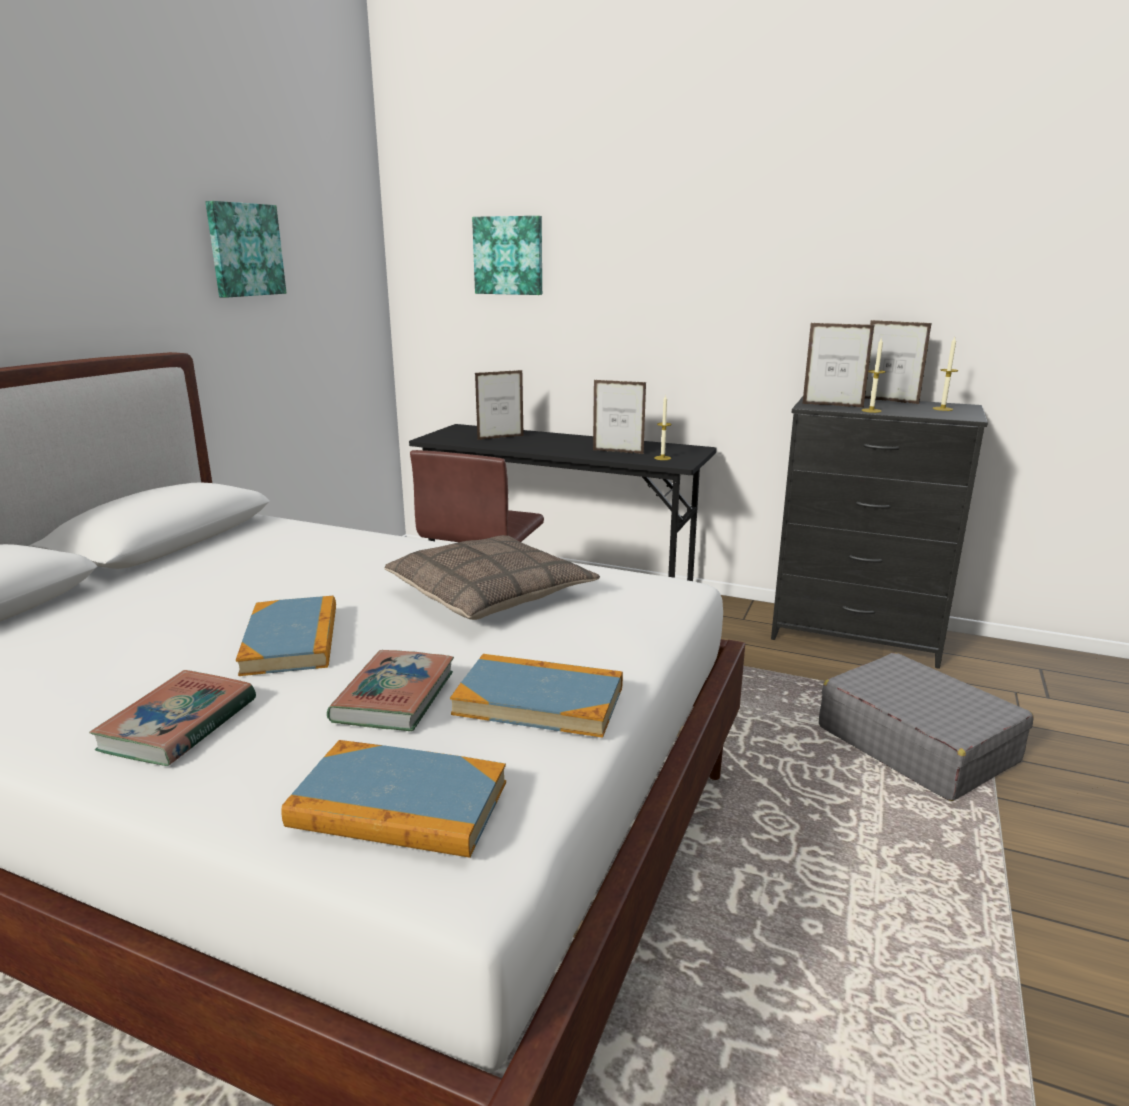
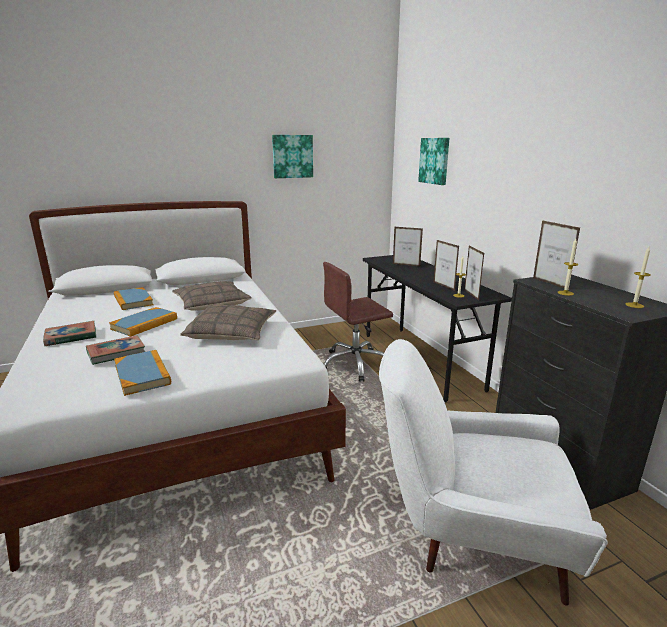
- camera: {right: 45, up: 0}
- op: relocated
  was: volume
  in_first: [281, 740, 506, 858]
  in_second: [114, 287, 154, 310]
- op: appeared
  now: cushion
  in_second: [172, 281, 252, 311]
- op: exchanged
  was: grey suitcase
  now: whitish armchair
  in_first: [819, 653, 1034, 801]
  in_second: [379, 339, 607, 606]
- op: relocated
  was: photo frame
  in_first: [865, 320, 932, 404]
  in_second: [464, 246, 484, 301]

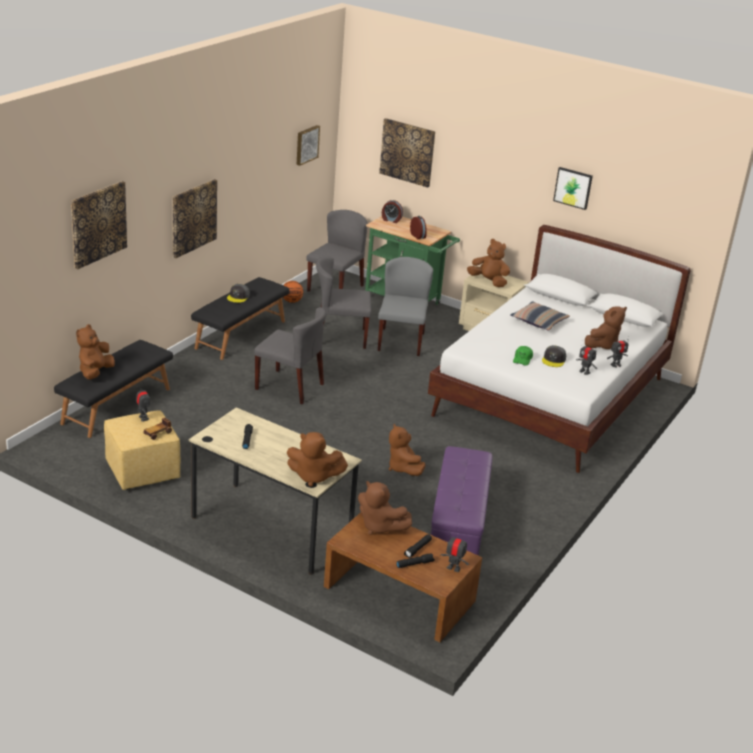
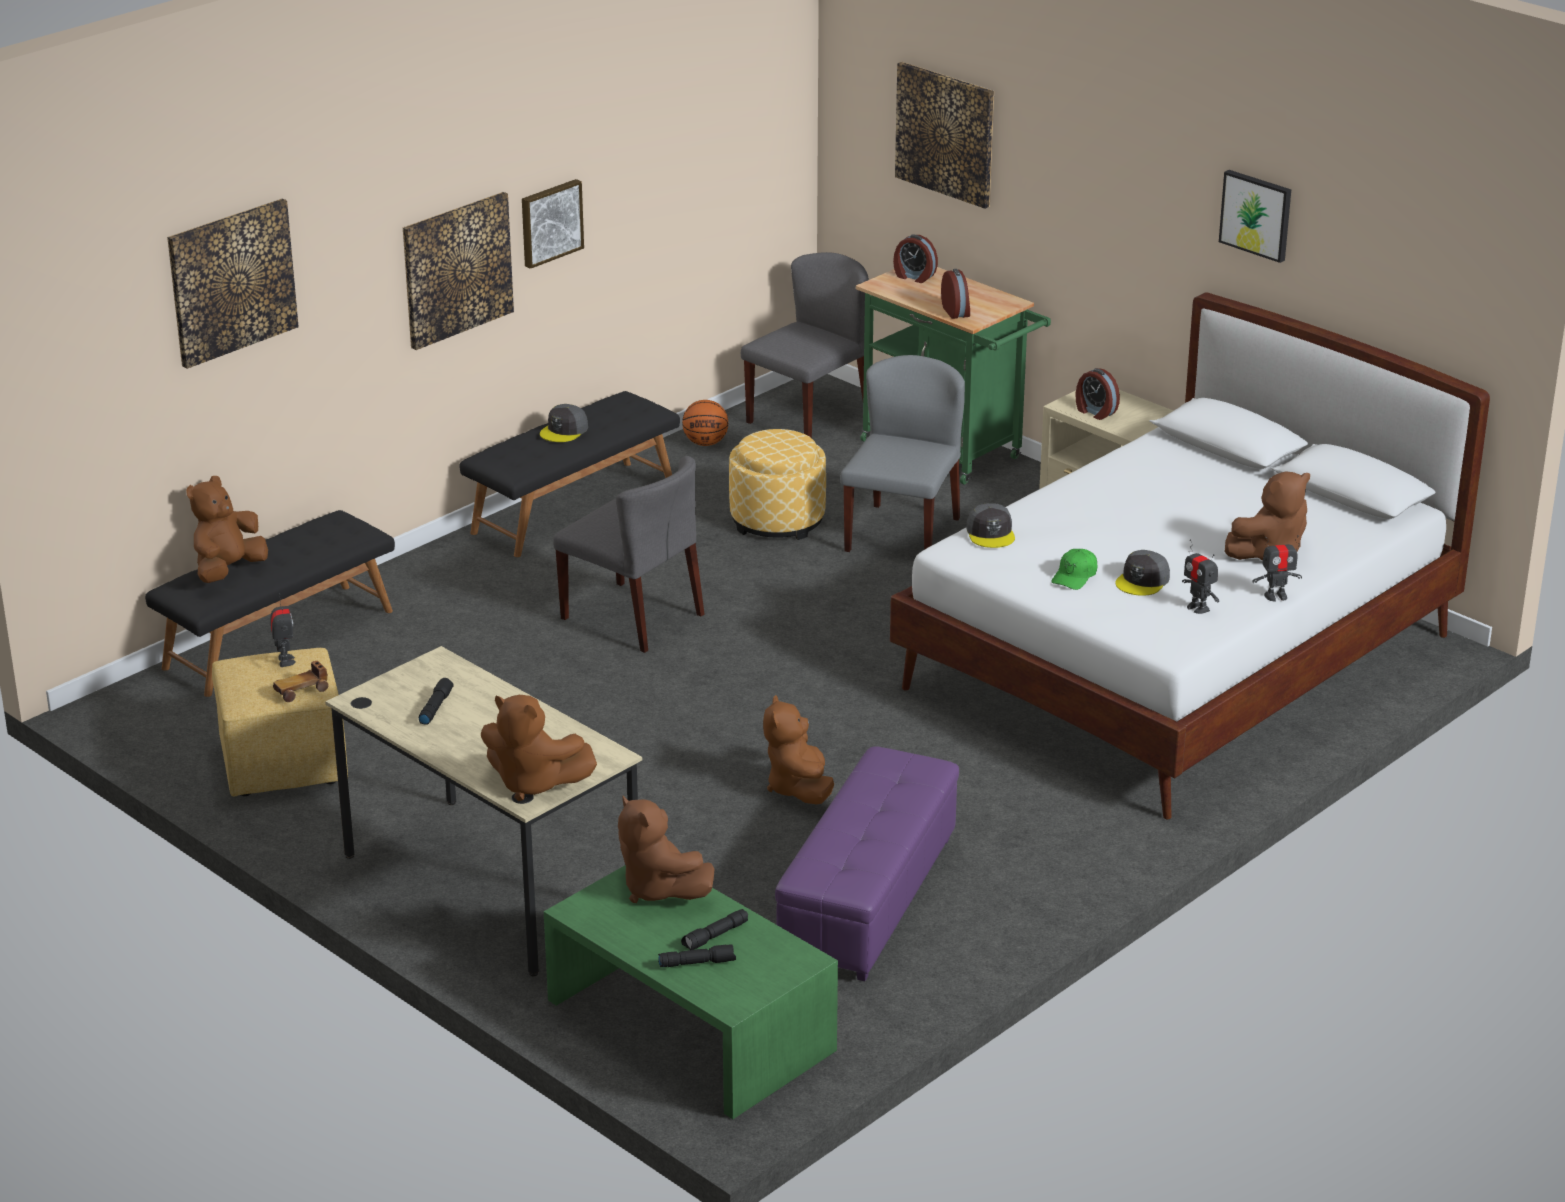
- camera: {right: 15, up: 0}
- op: relocated
  was: wall picture
  in_first: [297, 125, 320, 166]
  in_second: [522, 179, 584, 269]
- op: colour
  was: brown low table
  now: green low table
  in_first: [324, 512, 482, 642]
  in_second: [544, 865, 838, 1119]
- op: exchanged
  was: grey upright chair
  now: footrest
  in_first: [316, 256, 371, 349]
  in_second: [729, 429, 826, 540]
- op: appeared
  now: grey peaked cap
  in_second: [967, 503, 1015, 548]
- op: exchanged
  was: brown plush toy
  now: table clock
  in_first: [467, 239, 510, 287]
  in_second: [1076, 368, 1120, 420]
- op: missing
  was: model robot
  in_first: [440, 532, 469, 572]
- op: missing
  was: cushion
  in_first: [510, 301, 570, 331]

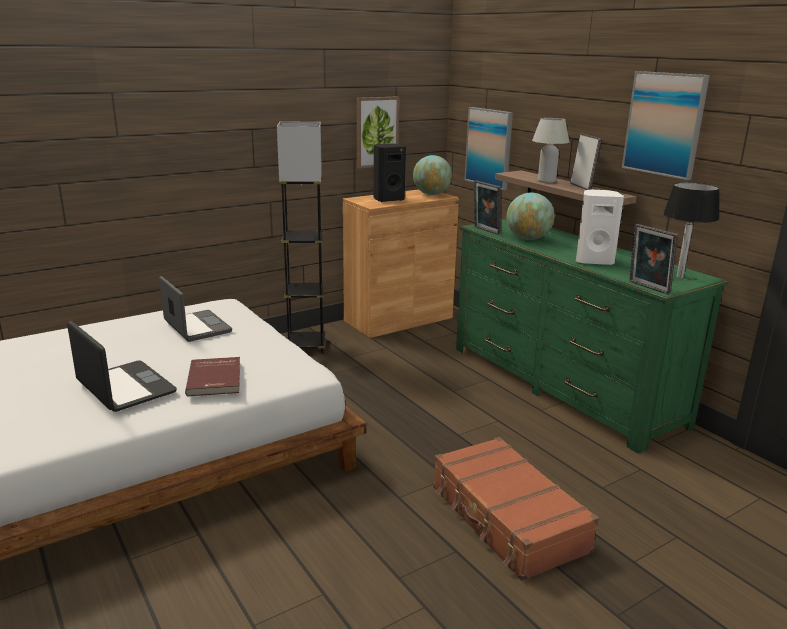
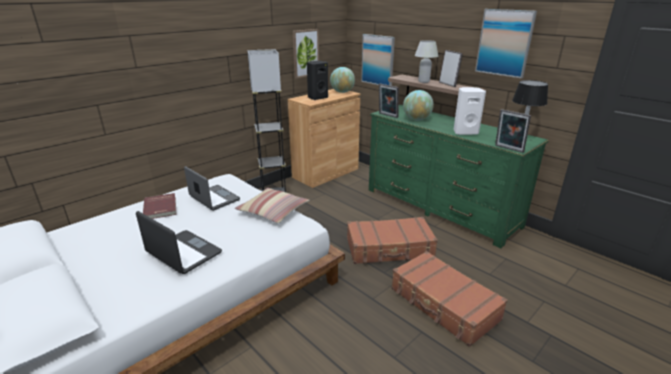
- camera: {right: -10, up: 5}
- op: relocated
  was: reddish volume
  in_first: [185, 357, 240, 396]
  in_second: [143, 193, 177, 219]
- op: appeared
  now: cushion
  in_second: [235, 188, 309, 223]
- op: appeared
  now: brown suitcase
  in_second: [347, 217, 438, 264]

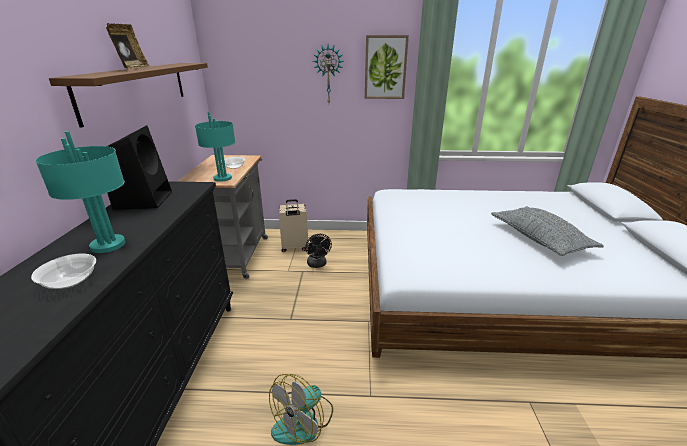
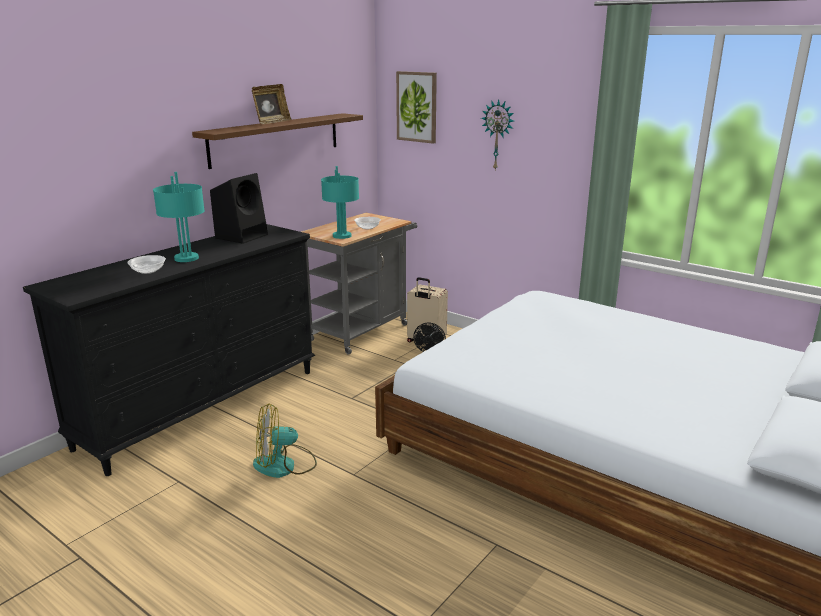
- camera: {right: 35, up: -5}
- op: relocated
  was: wall picture
  in_first: [365, 35, 409, 99]
  in_second: [396, 71, 437, 144]
- op: missing
  was: grey cushion
  in_first: [491, 206, 604, 256]

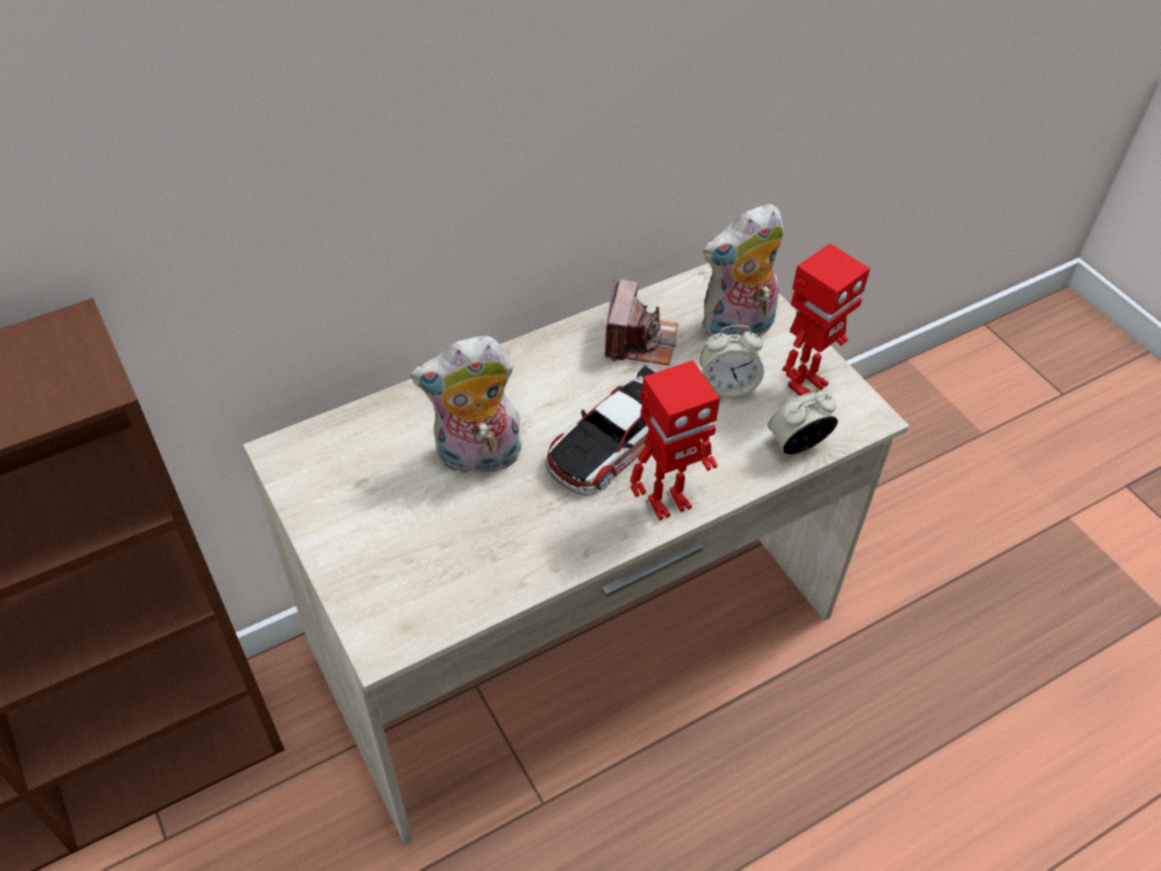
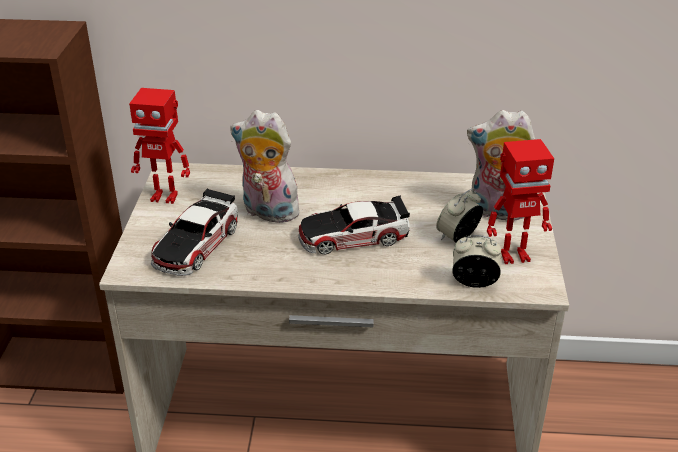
- camera: {right: 35, up: -15}
- op: relocated
  was: model robot
  in_first: [630, 360, 720, 521]
  in_second: [129, 88, 190, 204]
- op: appeared
  now: toy car
  in_second: [151, 188, 238, 276]
- op: spun
  was: table clock
  in_first: [700, 325, 764, 399]
  in_second: [436, 188, 483, 243]
  clockwise: 105
- op: missing
  was: photo camera
  in_first: [605, 279, 678, 366]

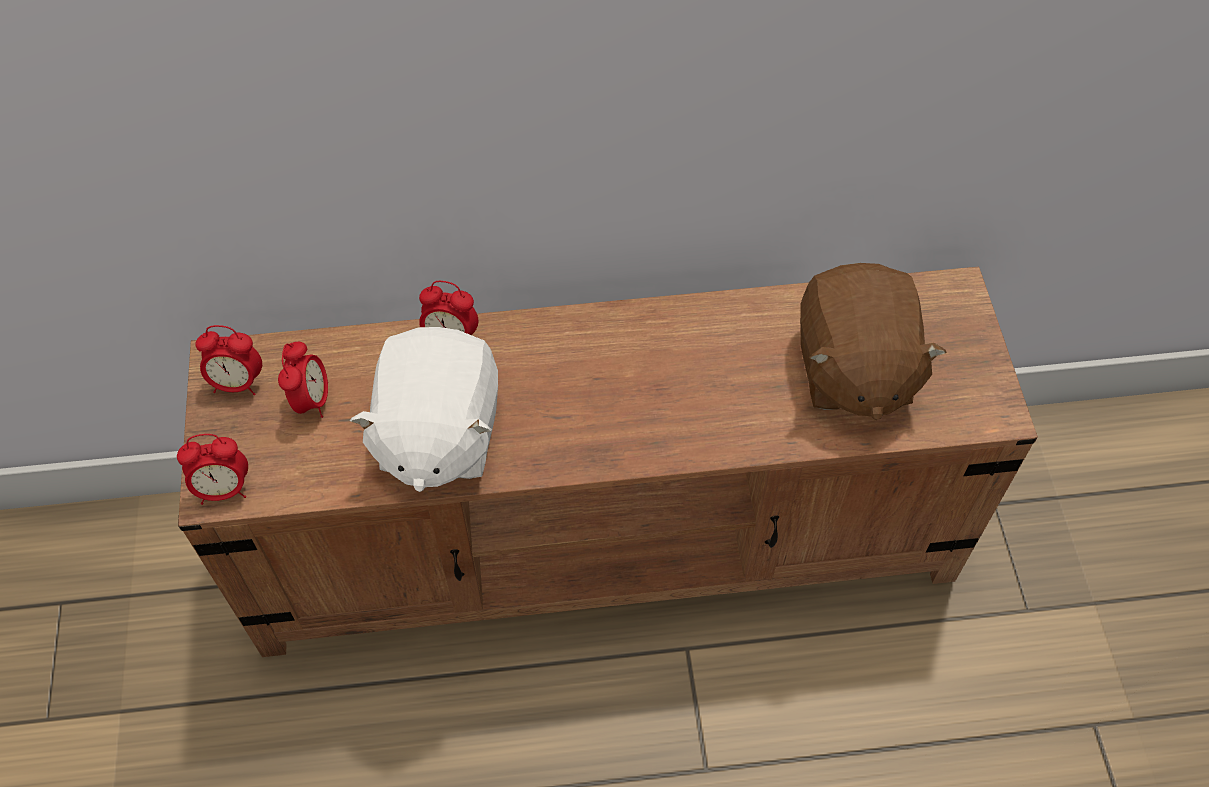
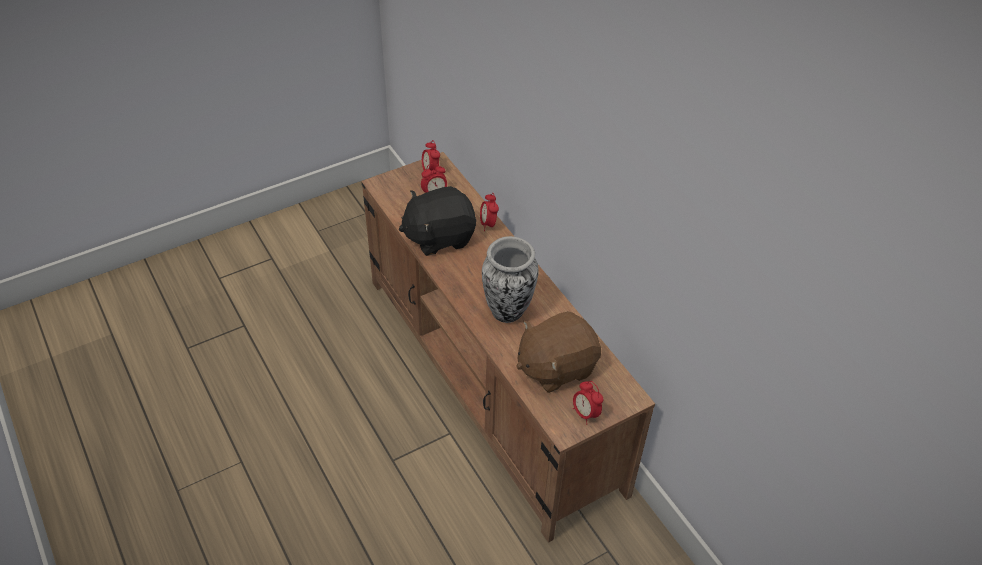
- camera: {right: 65, up: -10}
- op: colour
  was: whitish plush toy
  now: black plush toy
  in_first: [350, 327, 498, 492]
  in_second: [399, 186, 476, 256]
- op: appeared
  now: flower vase
  in_second: [482, 236, 539, 323]
- op: relocated
  was: table clock
  in_first: [177, 434, 248, 505]
  in_second: [573, 381, 604, 425]

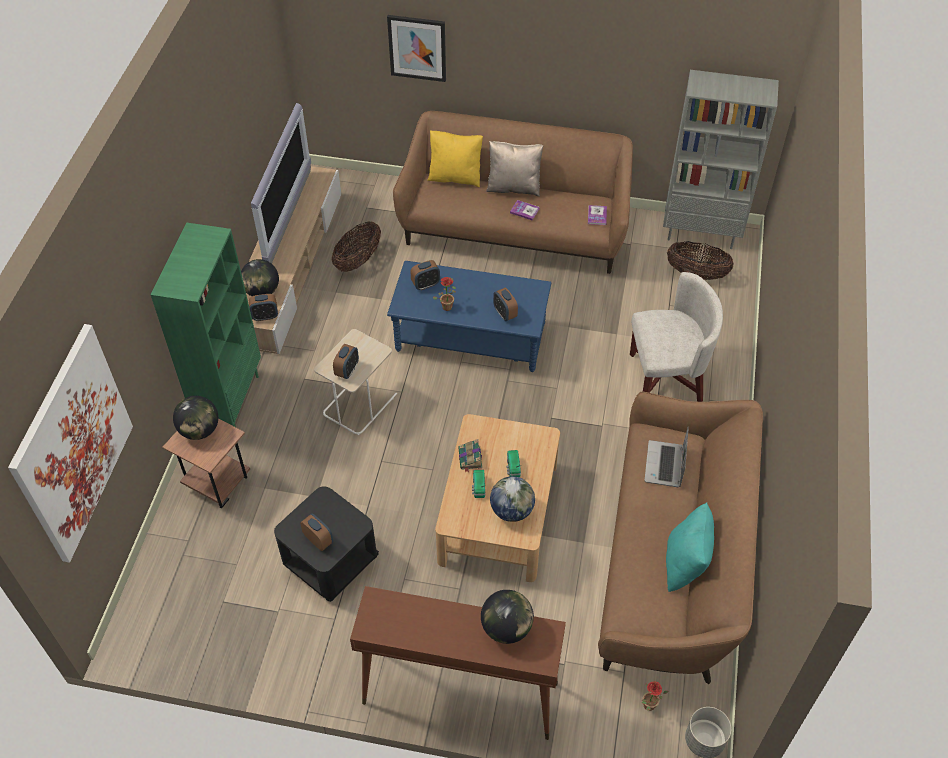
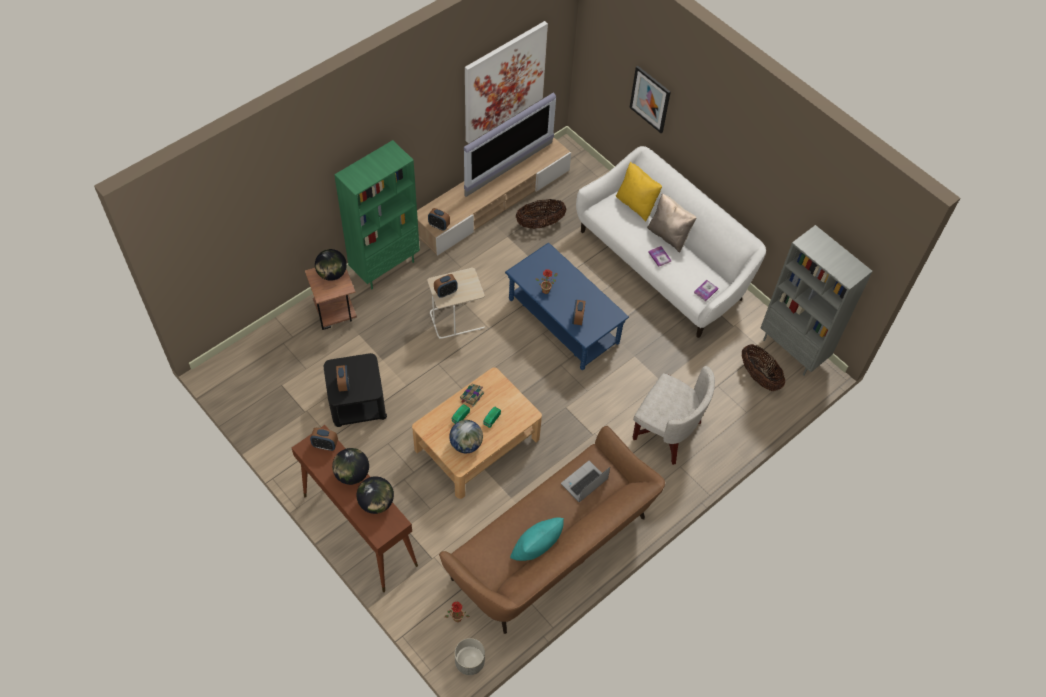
- camera: {right: 35, up: 5}
- op: relocated
  was: table clock
  in_first: [410, 260, 440, 290]
  in_second: [310, 428, 338, 451]
- op: relocated
  was: desk globe
  in_first: [241, 259, 279, 296]
  in_second: [332, 448, 369, 485]
- op: relocated
  was: wall picture
  in_first: [8, 324, 133, 563]
  in_second: [465, 21, 548, 144]
- op: colour
  was: brown couch
  now: whitish couch
  in_first: [393, 111, 633, 274]
  in_second: [576, 146, 766, 338]

